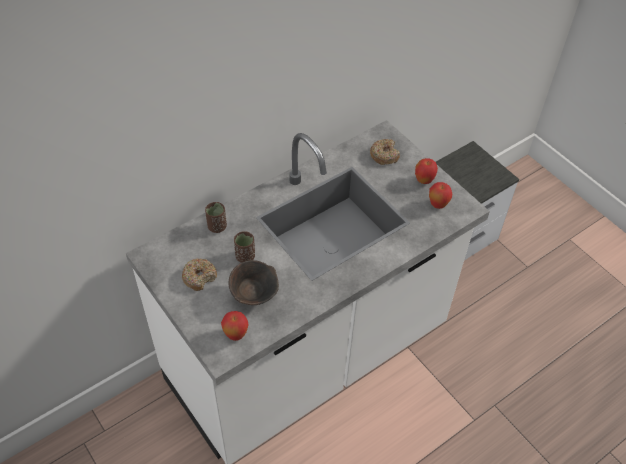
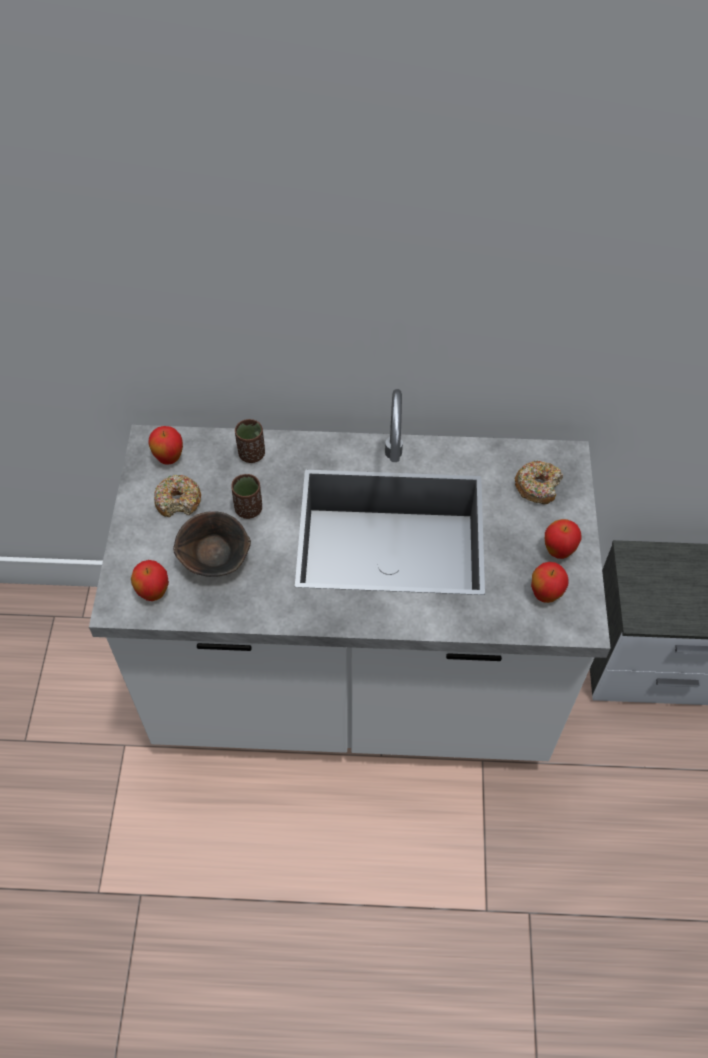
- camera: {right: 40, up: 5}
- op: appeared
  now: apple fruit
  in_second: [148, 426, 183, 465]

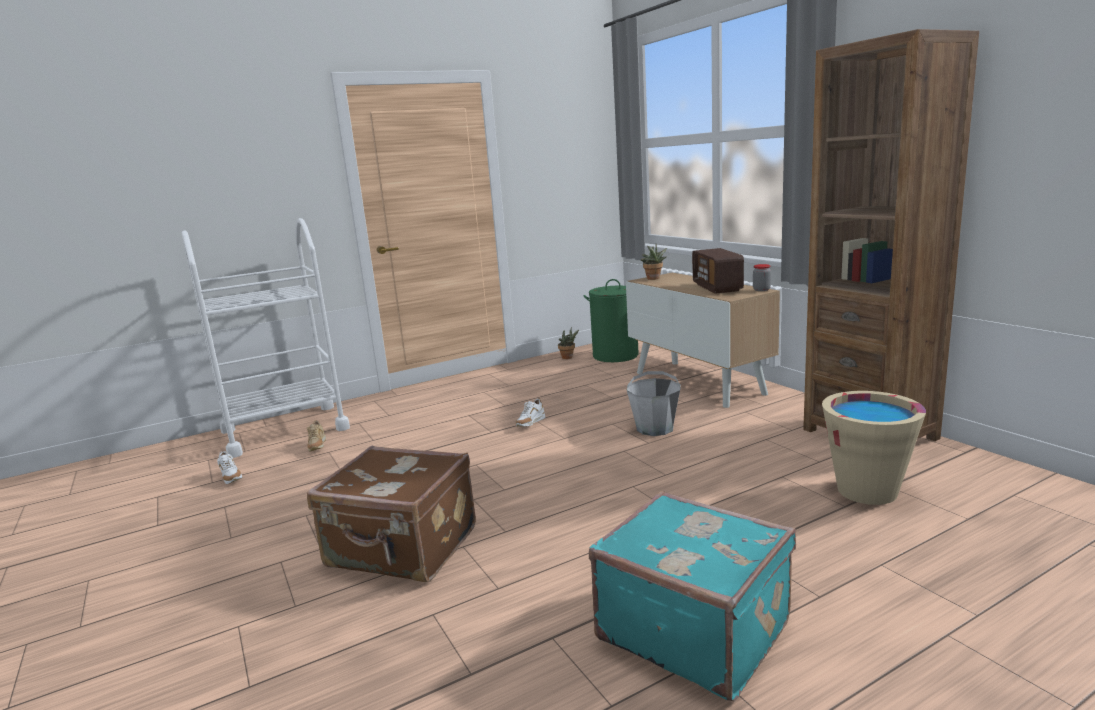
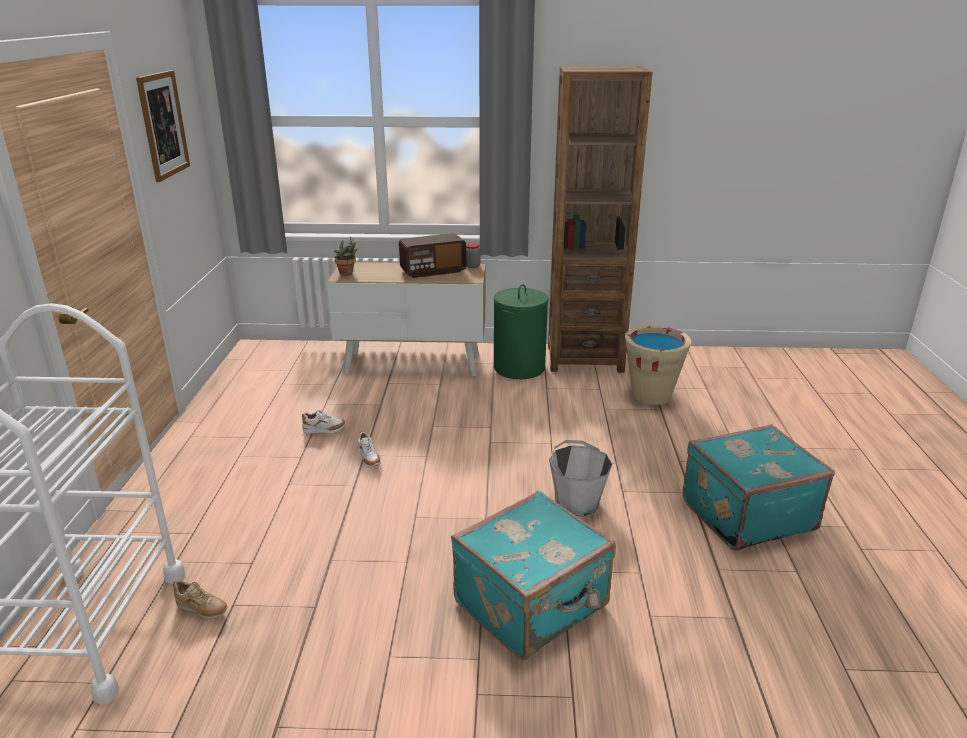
- camera: {right: -60, up: 10}
- op: appeared
  now: wall picture
  in_second: [136, 70, 190, 182]
- op: relocated
  was: whitish low shoe
  in_first: [217, 451, 242, 484]
  in_second: [302, 410, 346, 434]
- op: spun
  was: radio receiver
  in_first: [692, 248, 744, 294]
  in_second: [399, 233, 466, 278]
  clockwise: -45
- op: colour
  was: brown suitcase
  now: turquoise-coloured suitcase
  in_first: [307, 446, 476, 582]
  in_second: [451, 490, 616, 660]
- op: relocated
  was: green laundry basket
  in_first: [583, 279, 639, 362]
  in_second: [494, 284, 548, 379]
- op: relocated
  was: grey bucket
  in_first: [627, 371, 681, 436]
  in_second: [549, 440, 612, 517]
- op: missing
  was: plant in a pot
  in_first: [558, 327, 579, 359]

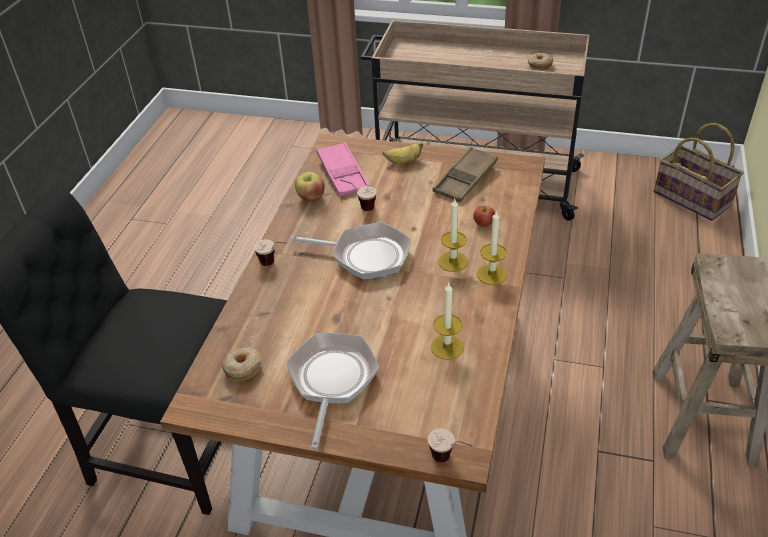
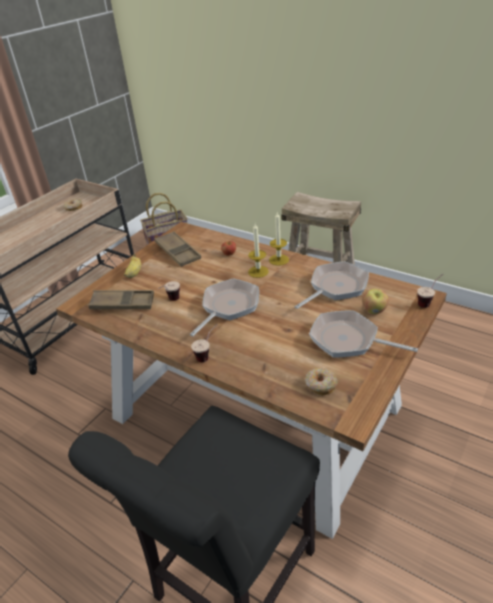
- camera: {right: -70, up: -5}
- op: colour
  was: pink-coloured serving tray
  now: brown serving tray
  in_first: [316, 142, 369, 196]
  in_second: [88, 290, 154, 310]
- op: exchanged
  was: wax candle
  now: pan
  in_first: [431, 282, 464, 360]
  in_second: [295, 261, 369, 309]
- op: relocated
  was: apple fruit
  in_first: [295, 172, 325, 201]
  in_second: [362, 288, 388, 314]

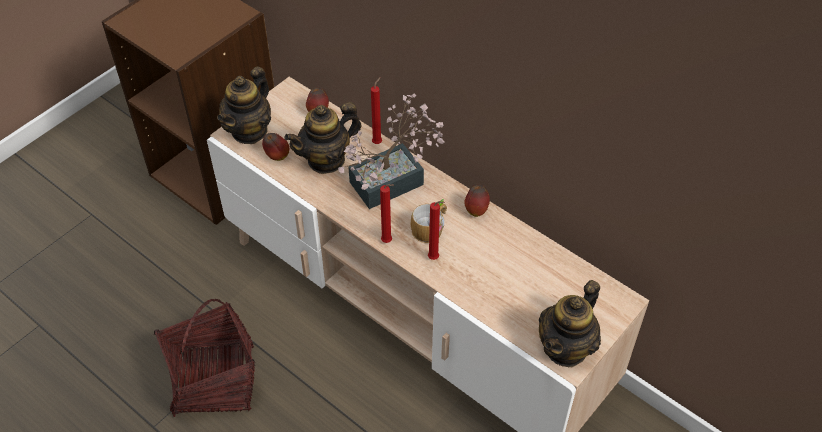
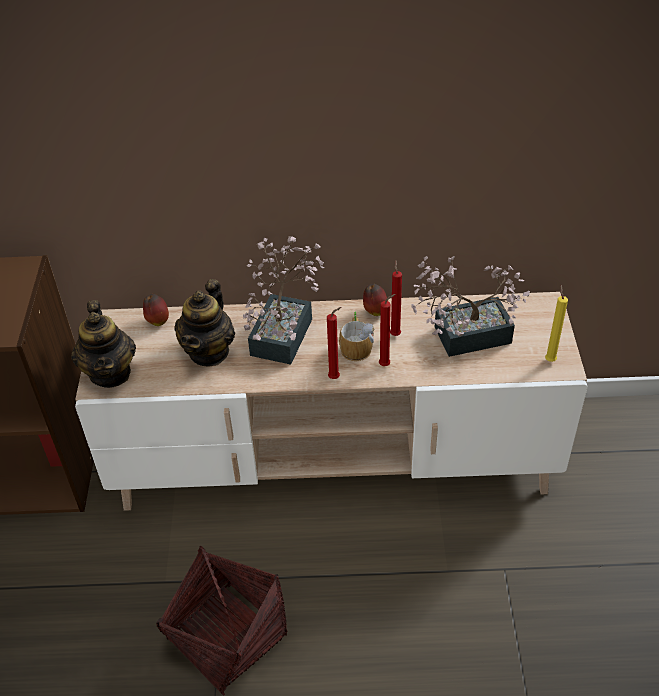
- camera: {right: -40, up: -5}
- op: relocated
  was: reddish wax candle
  in_first: [371, 77, 382, 144]
  in_second: [390, 260, 402, 336]
- op: appeared
  now: plant in a pot
  in_second: [412, 256, 530, 357]
- op: exchanged
  was: tea pot
  now: yellow wax candle
  in_first: [539, 280, 601, 367]
  in_second: [545, 285, 568, 362]
- op: missing
  was: apple fruit
  in_first: [262, 133, 289, 161]

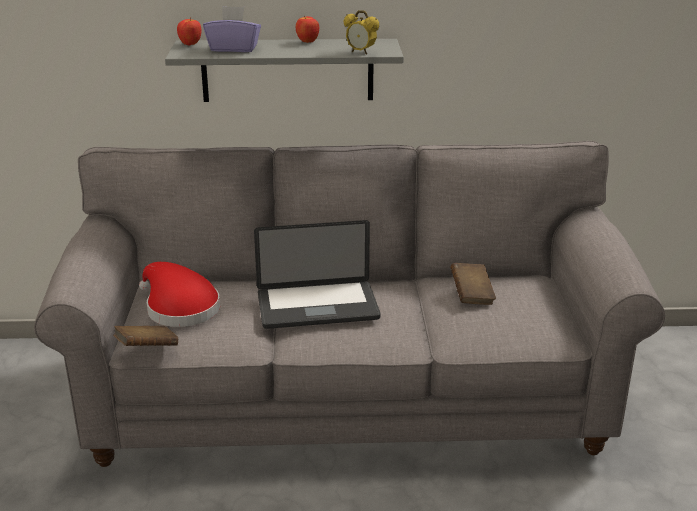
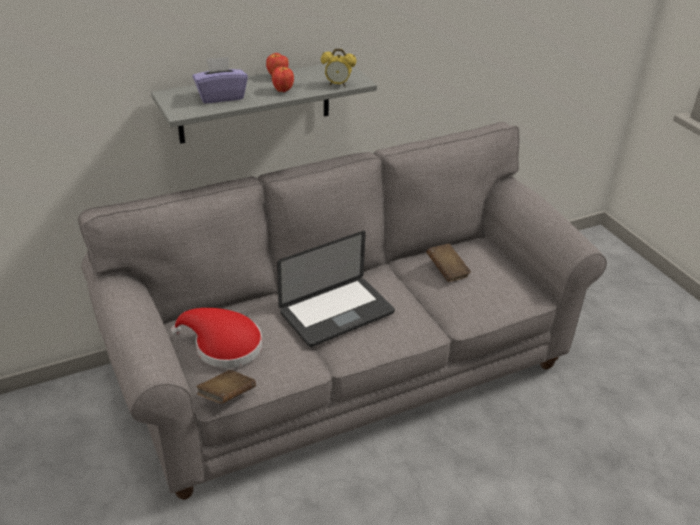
- camera: {right: -25, up: 10}
- op: relocated
  was: apple fruit
  in_first: [177, 18, 202, 45]
  in_second: [272, 66, 294, 92]

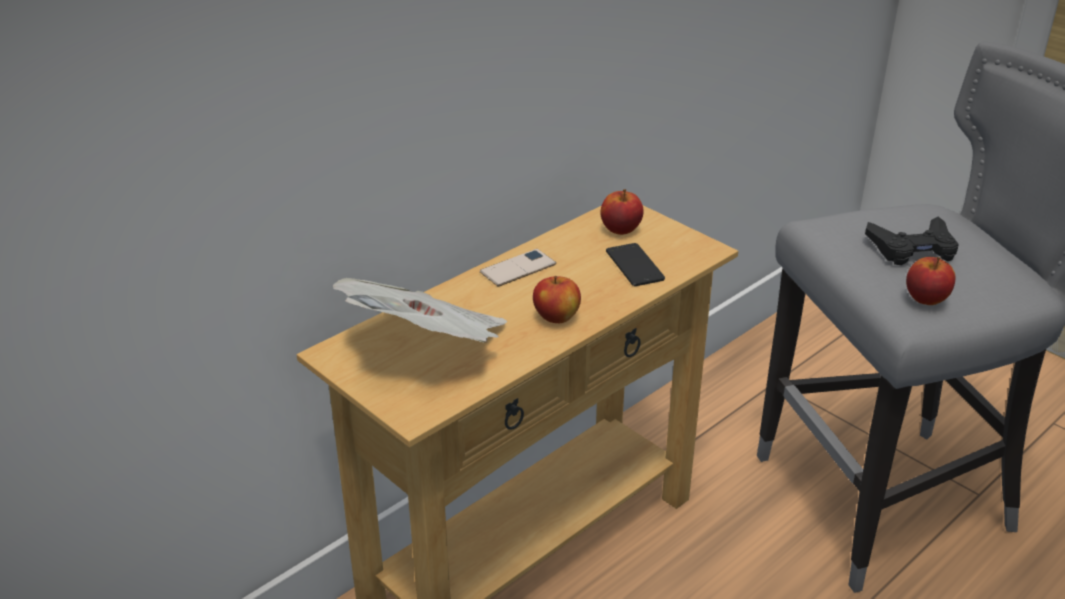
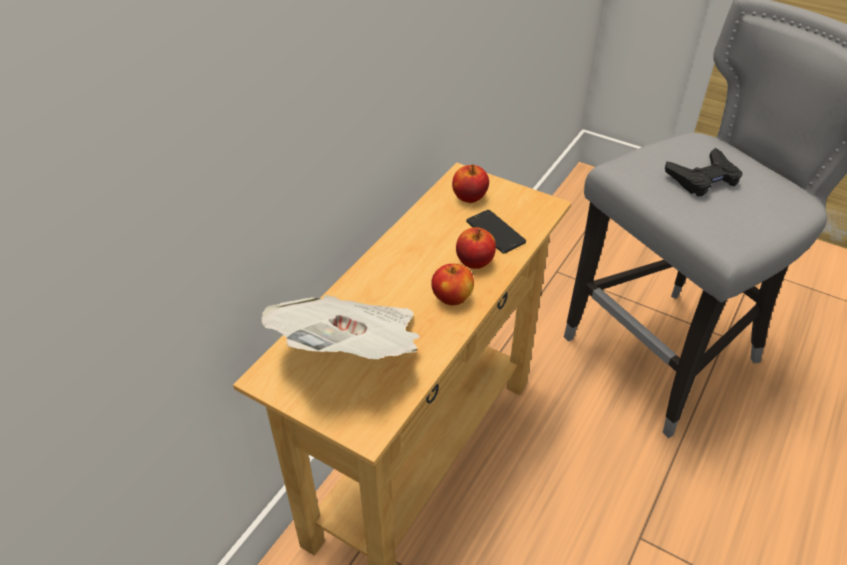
- camera: {right: -15, up: 10}
- op: relocated
  was: apple fruit
  in_first: [906, 257, 956, 305]
  in_second: [456, 227, 496, 269]
- op: missing
  was: handset
  in_first: [480, 249, 556, 287]

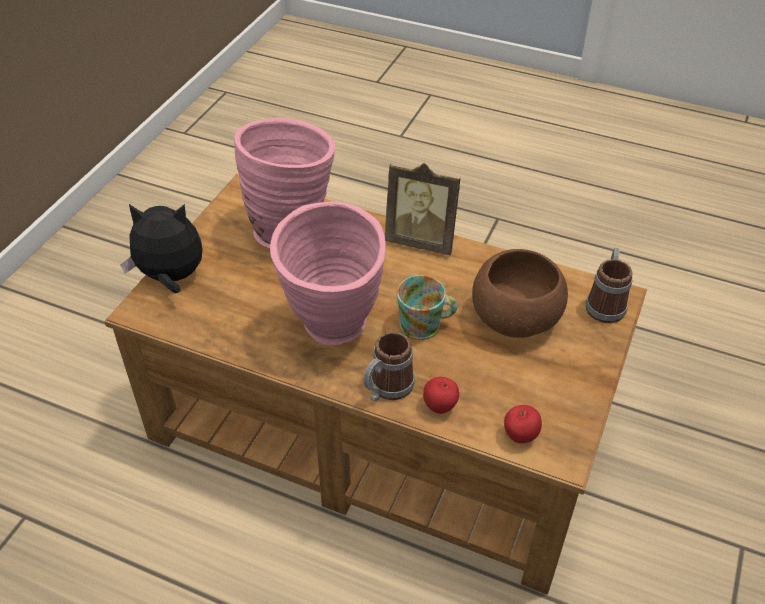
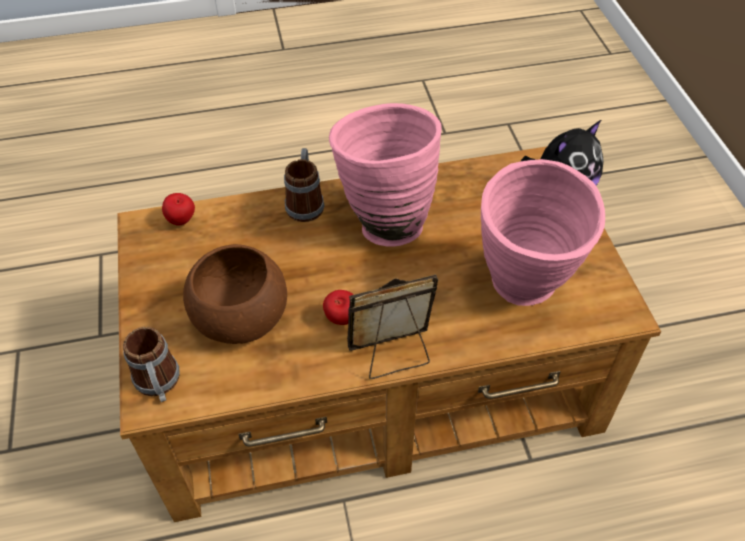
- camera: {right: 145, up: 5}
- op: relocated
  was: apple fruit
  in_first: [423, 377, 459, 414]
  in_second: [323, 290, 354, 325]
- op: missing
  was: coffee mug
  in_first: [397, 275, 457, 340]

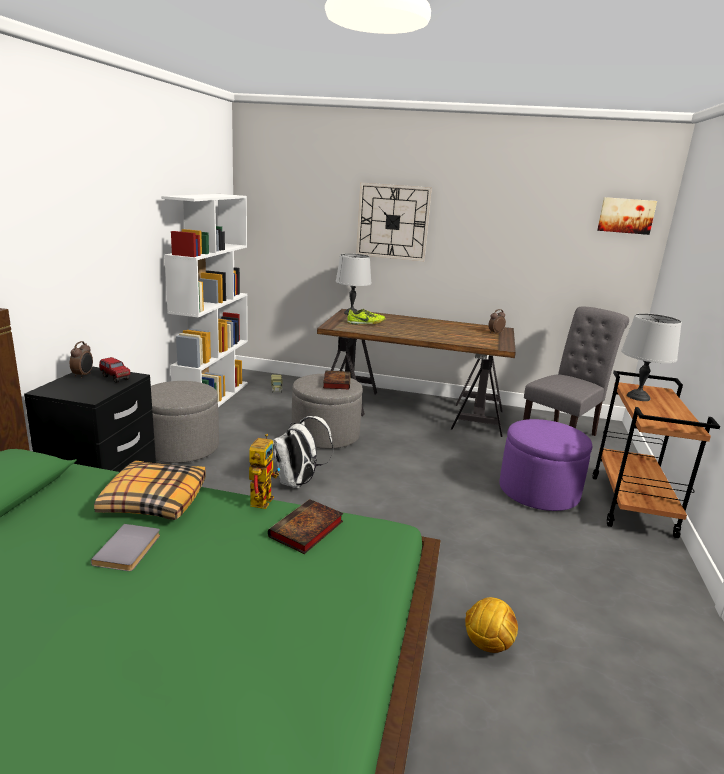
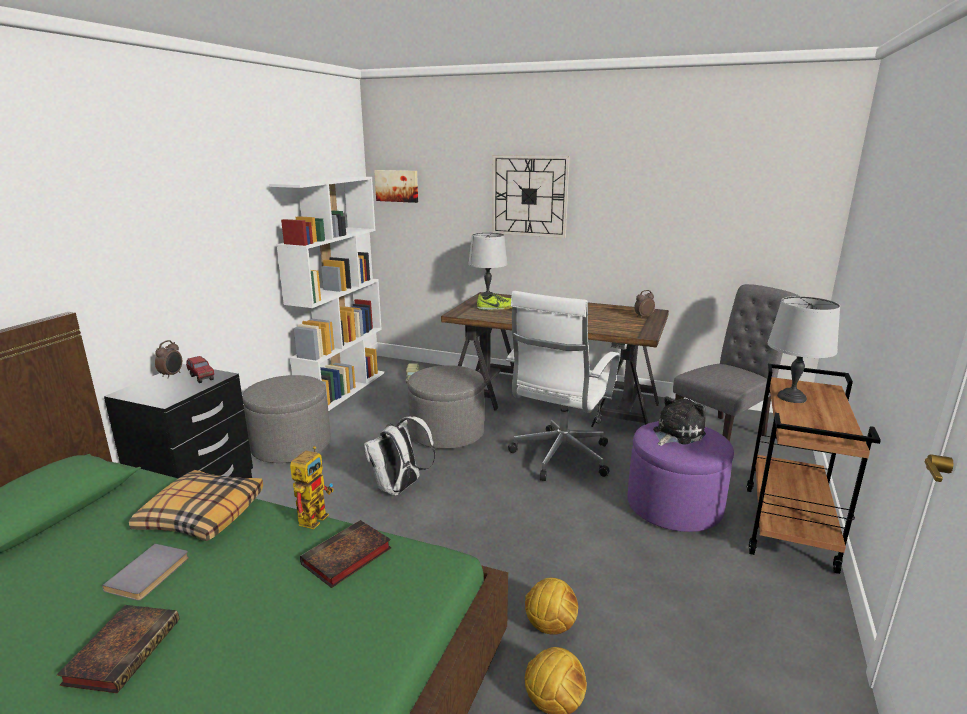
- camera: {right: 10, up: 0}
- op: relocated
  was: volume
  in_first: [323, 371, 351, 389]
  in_second: [56, 605, 179, 693]
- op: relocated
  was: wall picture
  in_first: [597, 197, 657, 235]
  in_second: [374, 170, 418, 203]
- op: appeared
  now: whitish desk chair
  in_second: [506, 291, 620, 481]
- op: appeared
  now: football
  in_second: [525, 578, 578, 635]
- op: appeared
  now: plush toy
  in_second: [653, 396, 706, 446]

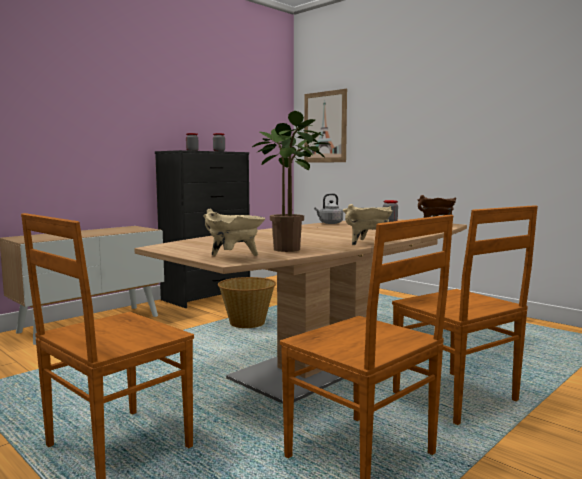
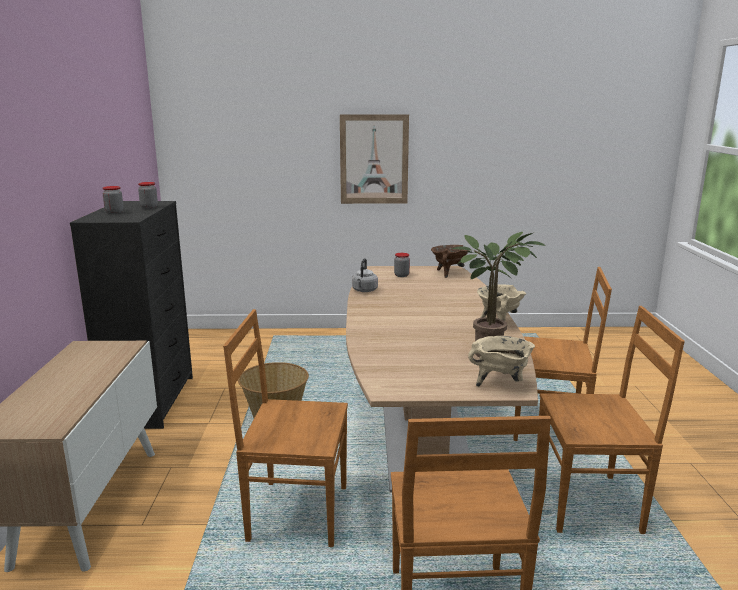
- camera: {right: -45, up: 10}
- op: appeared
  now: brown upright chair
  in_second: [223, 309, 348, 547]
- op: relocated
  was: wall picture
  in_first: [304, 89, 347, 163]
  in_second: [340, 114, 409, 204]

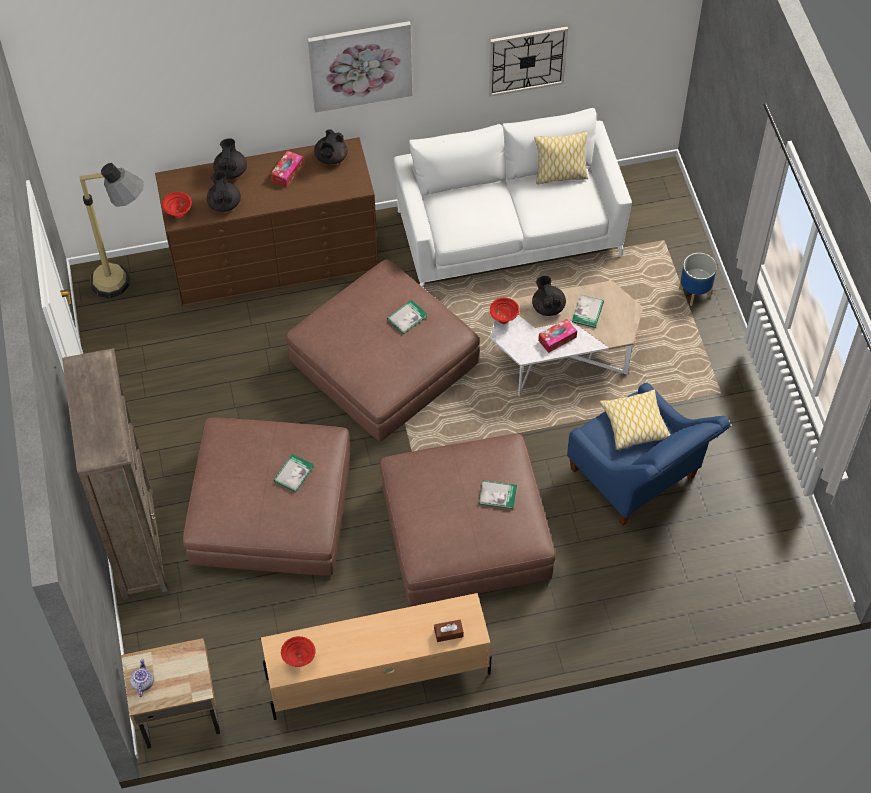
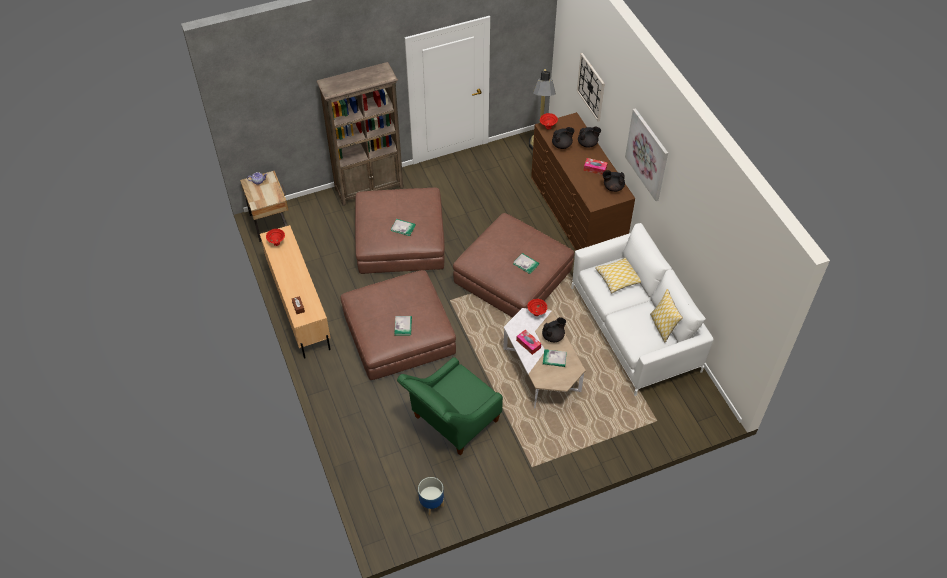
- camera: {right: 80, up: -5}
- op: colour
  was: bluish armchair
  now: green armchair
  in_first: [567, 383, 730, 526]
  in_second: [397, 357, 503, 455]
- op: relocated
  was: plant pot
  in_first: [679, 253, 717, 306]
  in_second: [418, 477, 444, 516]
- op: relocated
  was: hanging clock
  in_first: [489, 27, 568, 97]
  in_second: [577, 53, 605, 121]
- op: relocated
  was: cushion
  in_first: [600, 390, 670, 450]
  in_second: [595, 258, 641, 293]

